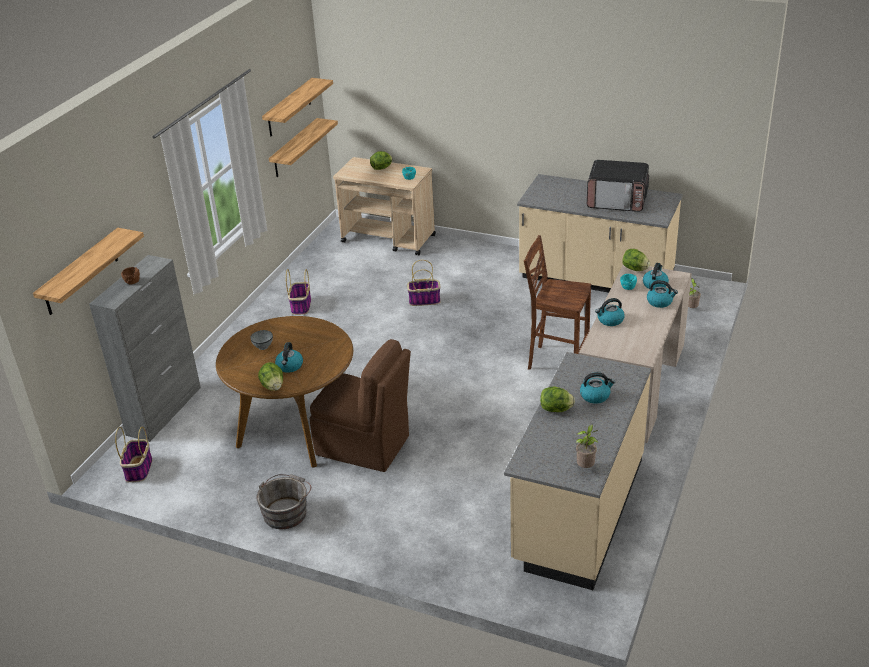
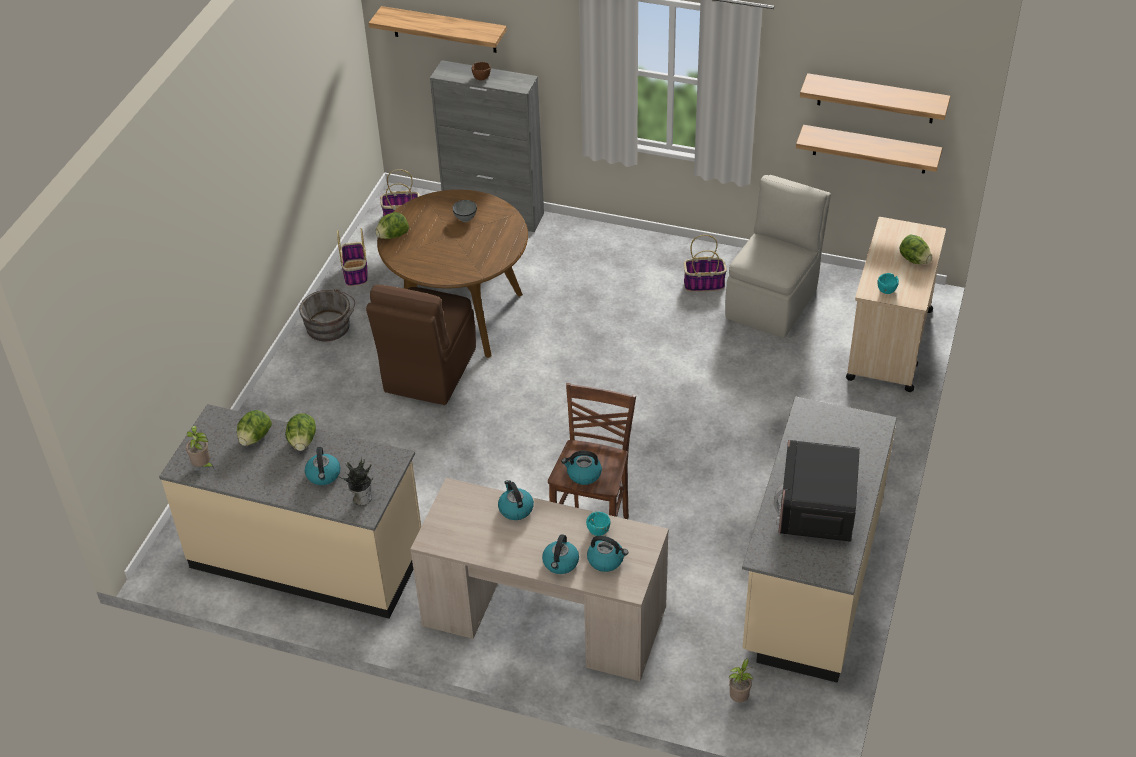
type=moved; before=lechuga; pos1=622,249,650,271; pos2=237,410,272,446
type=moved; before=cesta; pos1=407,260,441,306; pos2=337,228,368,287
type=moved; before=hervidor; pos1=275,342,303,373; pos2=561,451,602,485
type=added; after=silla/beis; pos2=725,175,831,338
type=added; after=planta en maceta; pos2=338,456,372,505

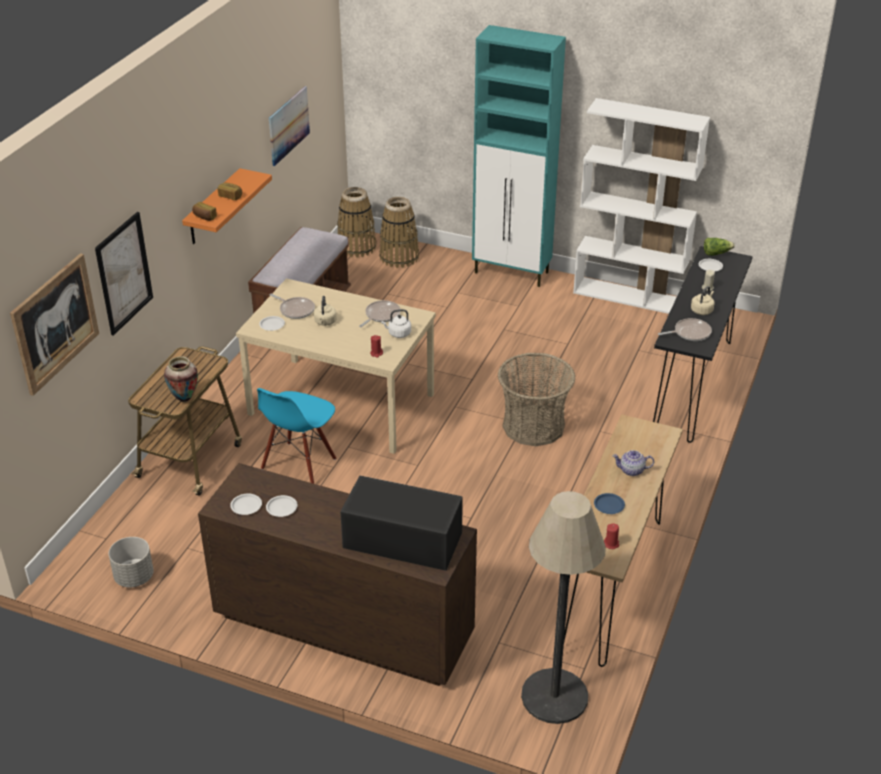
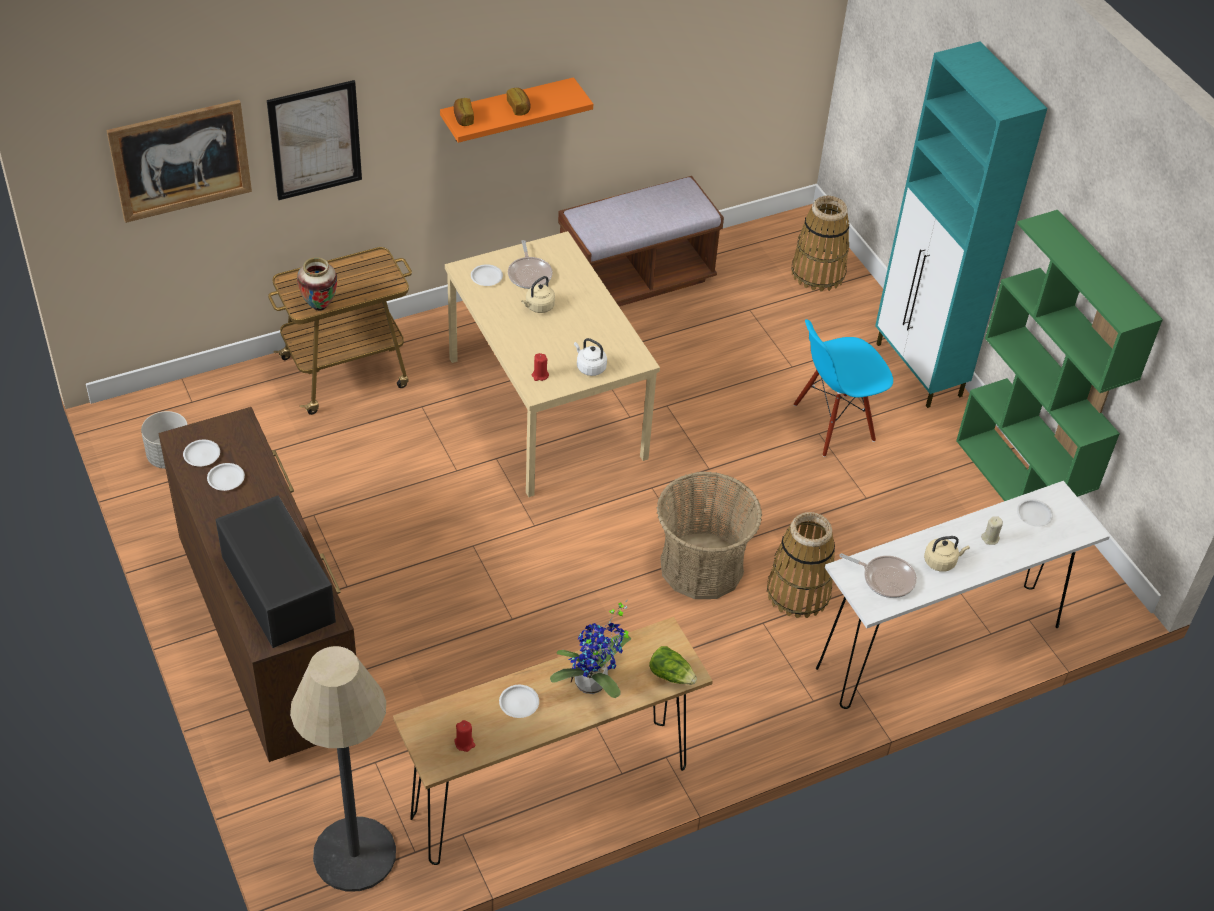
type=removed; before=cuadro; pos1=269,86,310,166
type=recoloured; before=estantería/blanco; after=estantería/verde; pos1=573,98,710,314; pos2=956,210,1163,501
type=moved; before=cesta; pos1=337,187,376,258; pos2=767,512,835,618
type=moved; before=lechuga; pos1=704,238,735,256; pos2=649,646,697,685
type=recoloured; before=mesa consola/negro; after=mesa consola/blanco; pos1=653,246,753,443; pos2=816,481,1110,709
type=removed; before=sartén; pos1=359,300,400,327
type=moved; before=silla/azul; pos1=257,388,336,484; pos2=794,319,893,457
type=replaced; before=tetera; after=planta en maceta; pos1=612,450,654,476; pos2=550,600,631,698
type=recoloured; before=plato/azul; after=plato/blanco; pos1=594,493,625,514; pos2=499,685,539,718

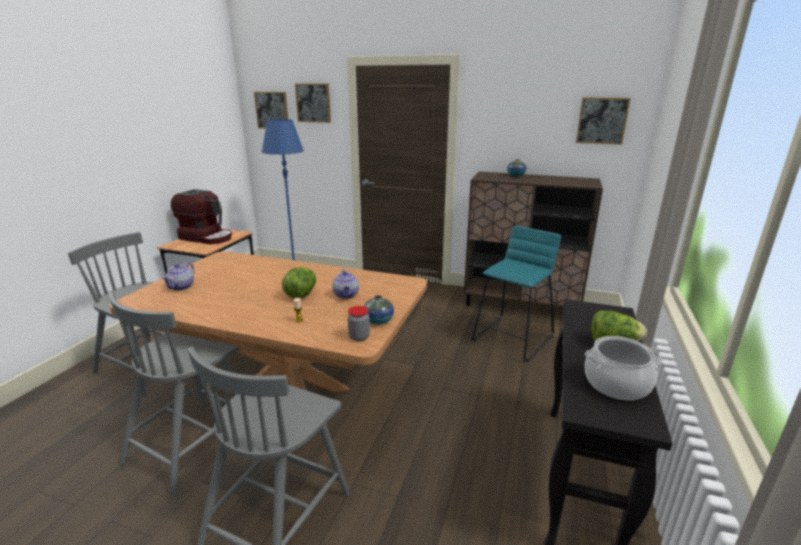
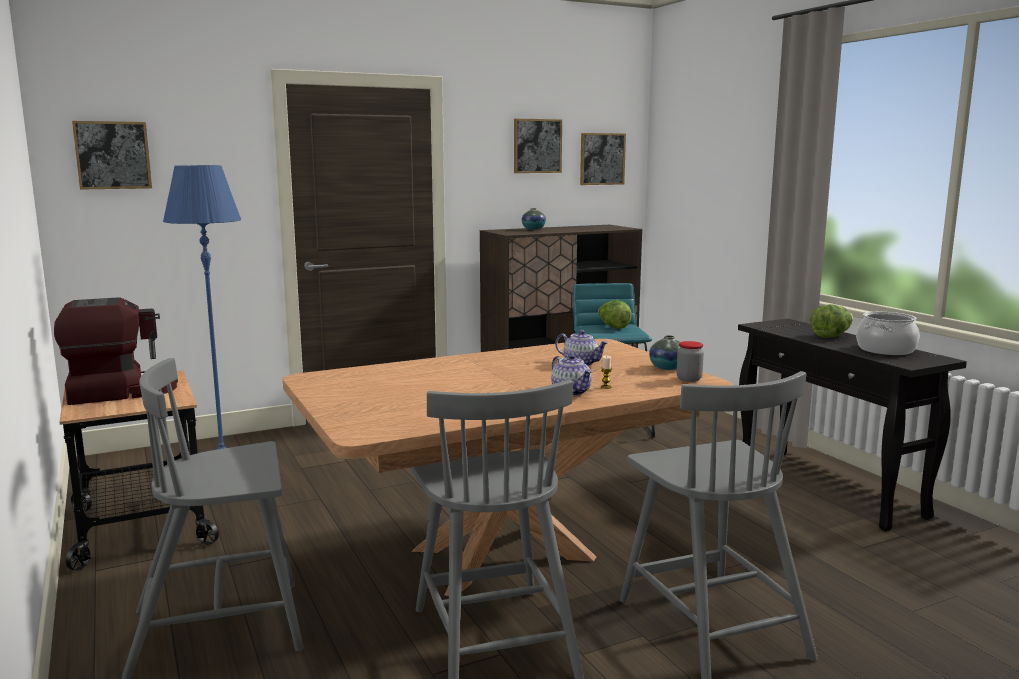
type=moved; before=cuadro; pos1=295,84,331,123; pos2=514,119,562,173
type=moved; before=tetera; pos1=162,262,195,290; pos2=551,354,592,396
type=moved; before=lechuga; pos1=282,267,316,299; pos2=598,300,632,329

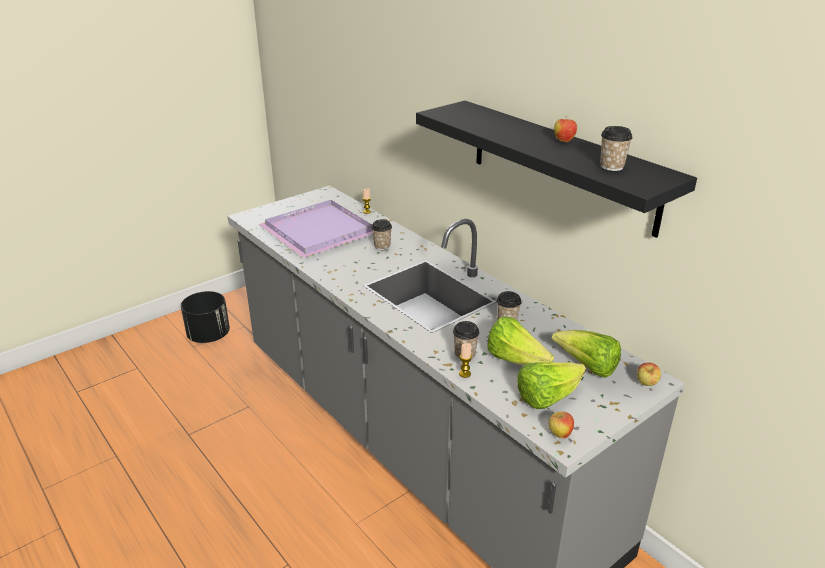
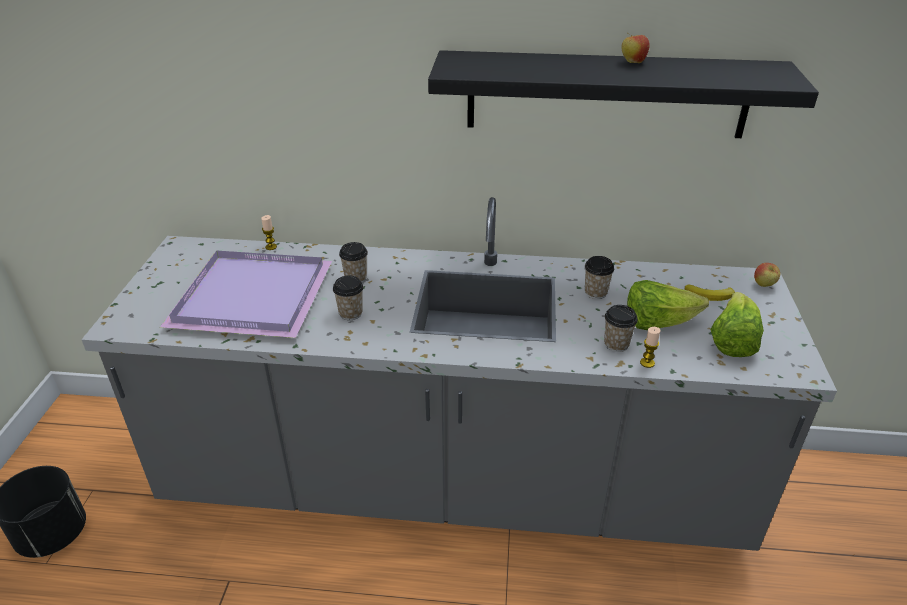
type=moved; before=taza; pos1=600,126,632,171; pos2=333,275,363,320
type=replaced; before=lechuga; after=plátano; pos1=552,330,621,378; pos2=684,284,735,301
type=removed; before=manzana; pos1=548,411,574,439

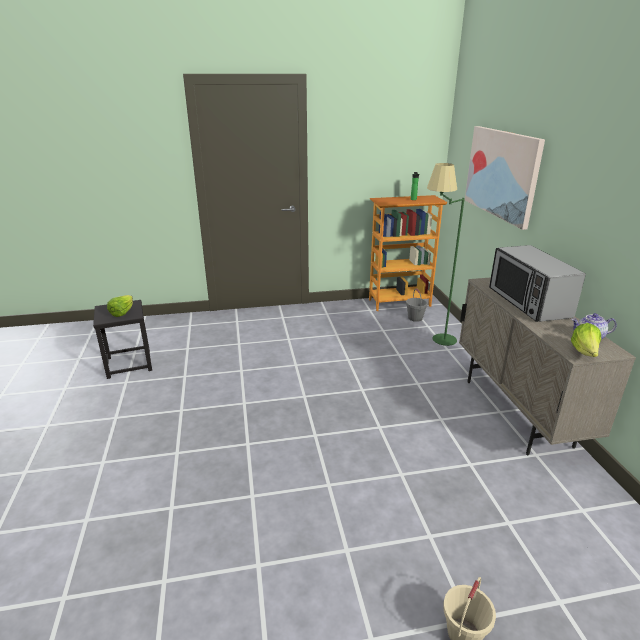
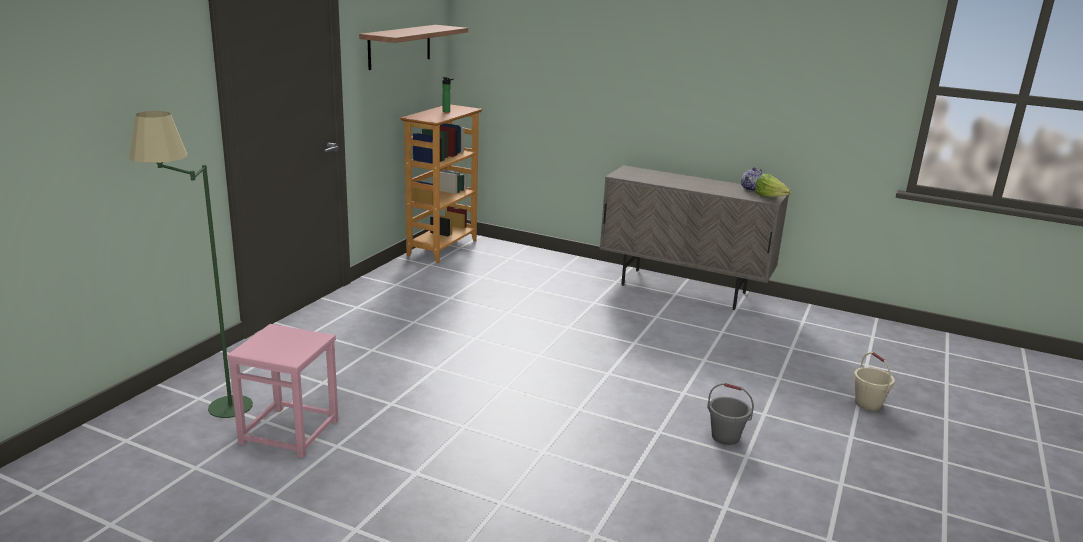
type=removed; before=cuadro; pos1=465,126,545,230
type=moved; before=lámpara de pie/verde; pos1=427,163,465,346; pos2=129,111,253,418
type=removed; before=microondas; pos1=489,245,586,322
type=moved; before=cubo/gris; pos1=406,289,428,322; pos2=707,383,754,445
type=removed; before=lechuga; pos1=107,295,133,317
type=recoloured; before=taburete/negro; after=taburete/rosa; pos1=93,300,152,379; pos2=227,324,339,458
type=added; after=estante; pos2=359,25,468,70

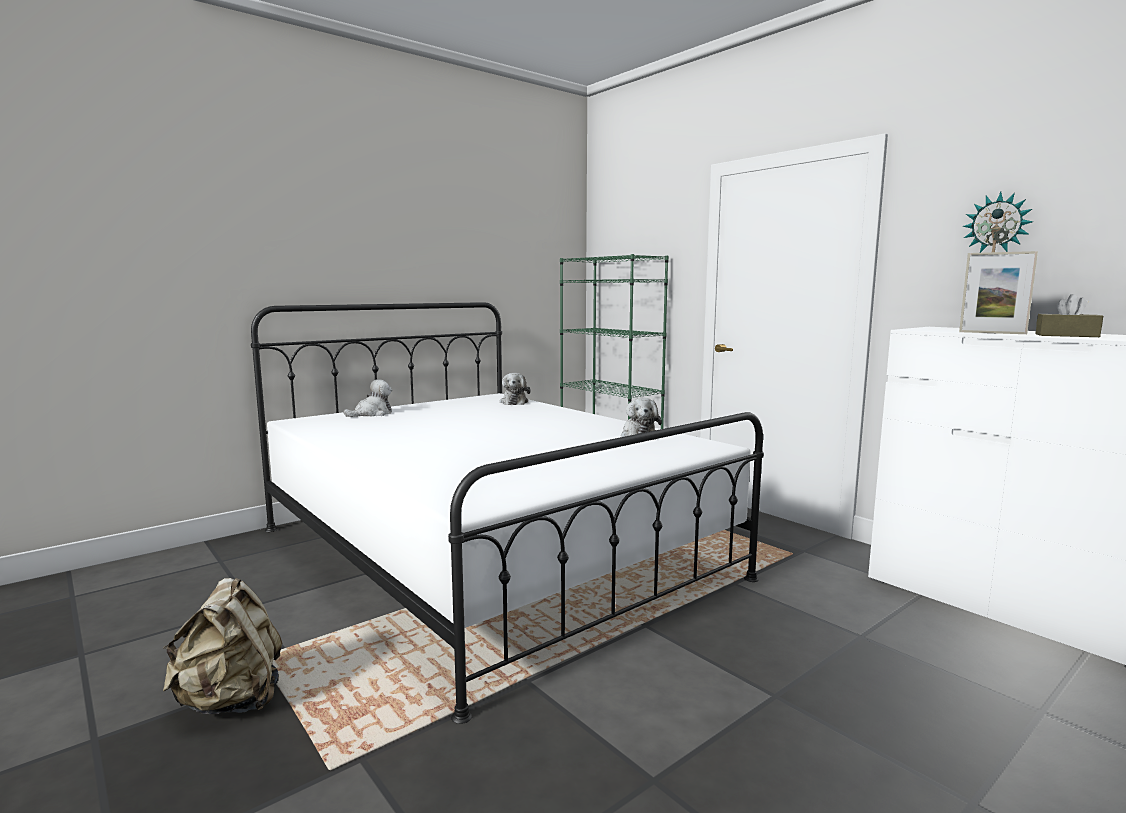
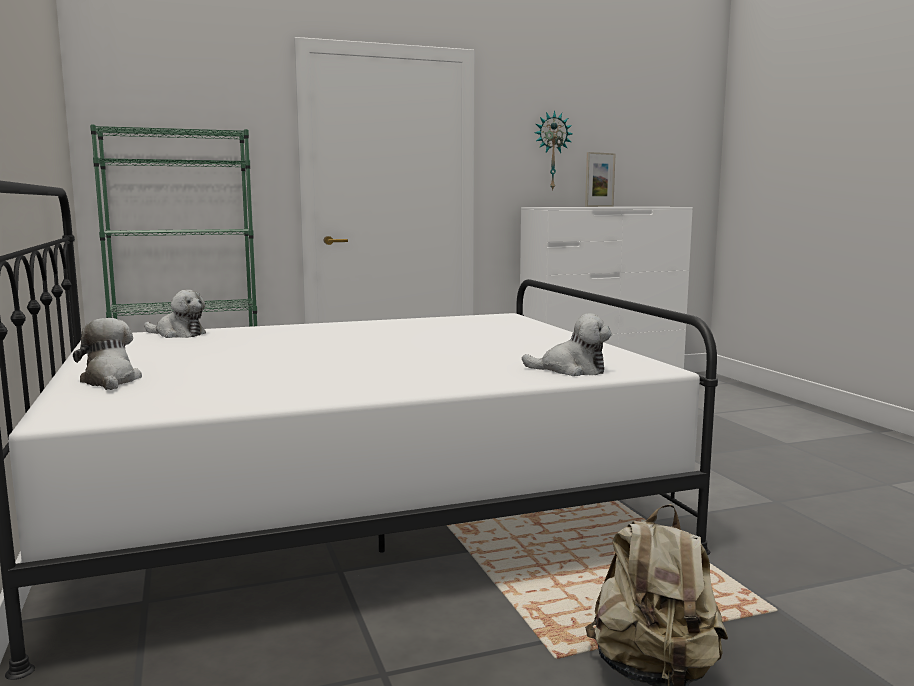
type=removed; before=caja de pañuelos/marrón; pos1=1035,294,1103,337
type=moved; before=peluche; pos1=621,398,662,440; pos2=522,313,612,376

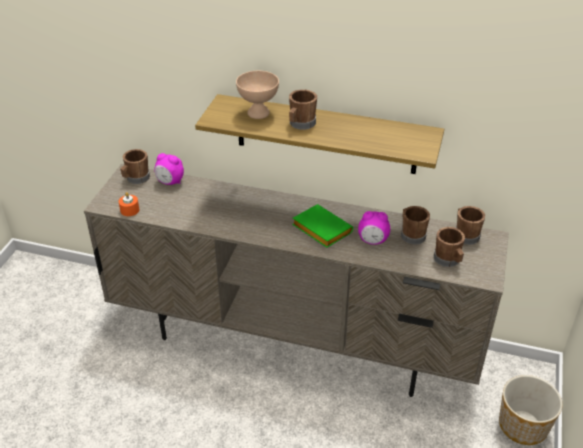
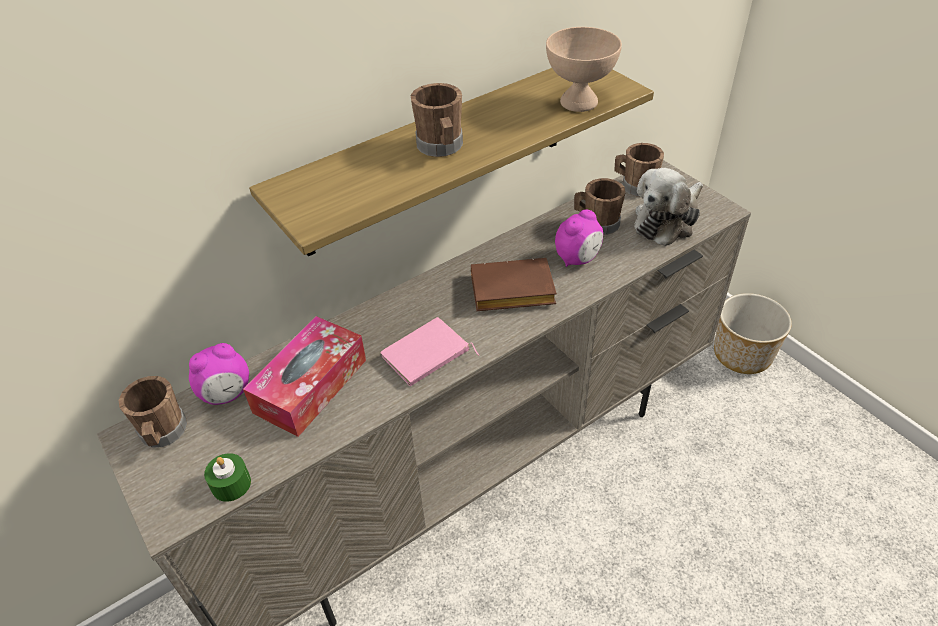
type=moved; before=cuenco/beis; pos1=236,71,279,119; pos2=546,27,622,112
type=recoloured; before=vela/naranja; after=vela/verde; pos1=119,192,139,216; pos2=204,453,251,502
type=recoloured; before=libro/verde; after=libro/marrón; pos1=292,204,353,248; pos2=471,258,557,311
type=replaced; before=taza grande/marrón; after=peluche; pos1=434,227,465,267; pos2=634,168,703,246
type=added; after=caja de pañuelos; pos2=243,316,366,437
type=added; after=libro/rosa; pos2=380,317,480,386

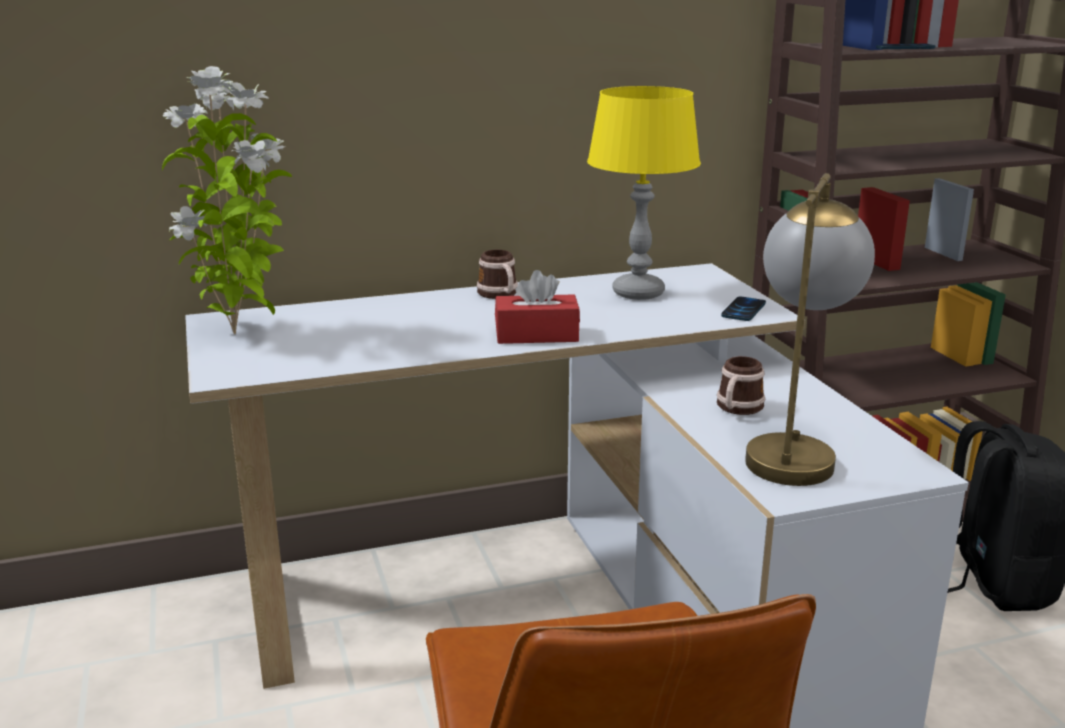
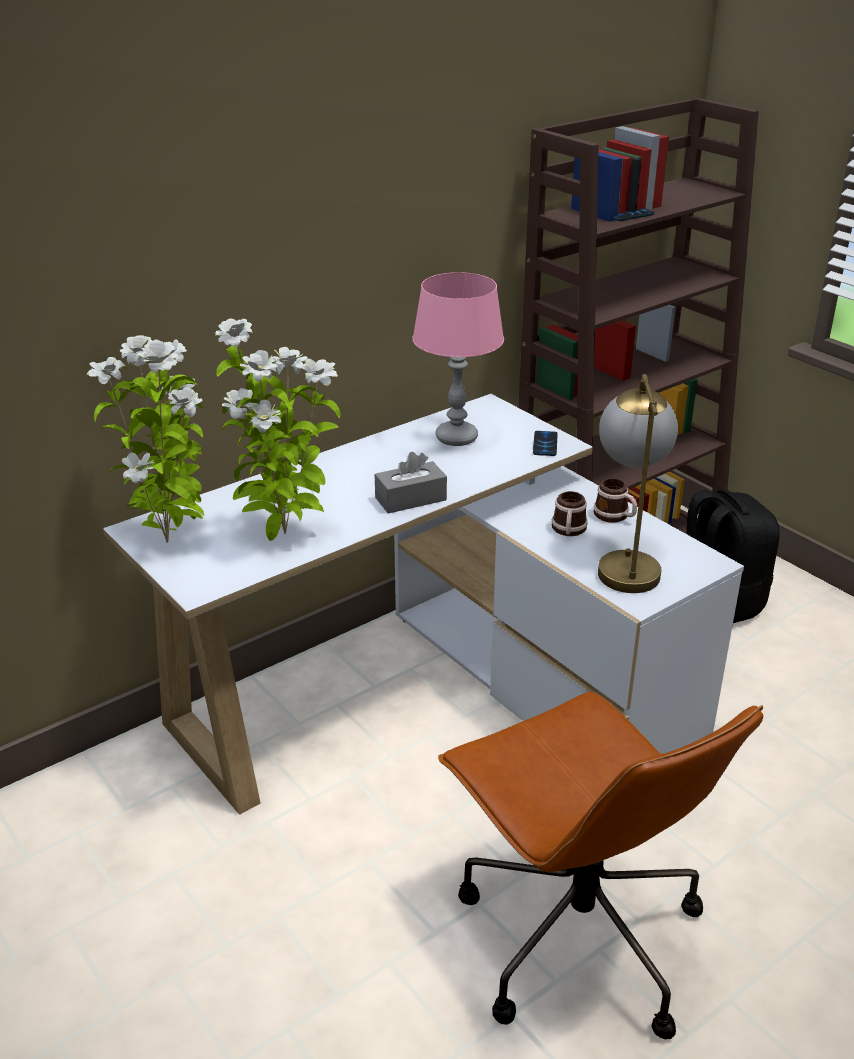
type=recoloured; before=lámpara de mesa/amarillo; after=lámpara de mesa/rosa; pos1=587,86,701,300; pos2=412,272,504,446
type=moved; before=taza grande; pos1=477,250,518,299; pos2=594,478,637,523
type=recoloured; before=caja de pañuelos/rojo; after=caja de pañuelos/gris; pos1=495,270,580,344; pos2=375,452,447,514
type=added; after=planta en maceta; pos2=215,319,341,541

